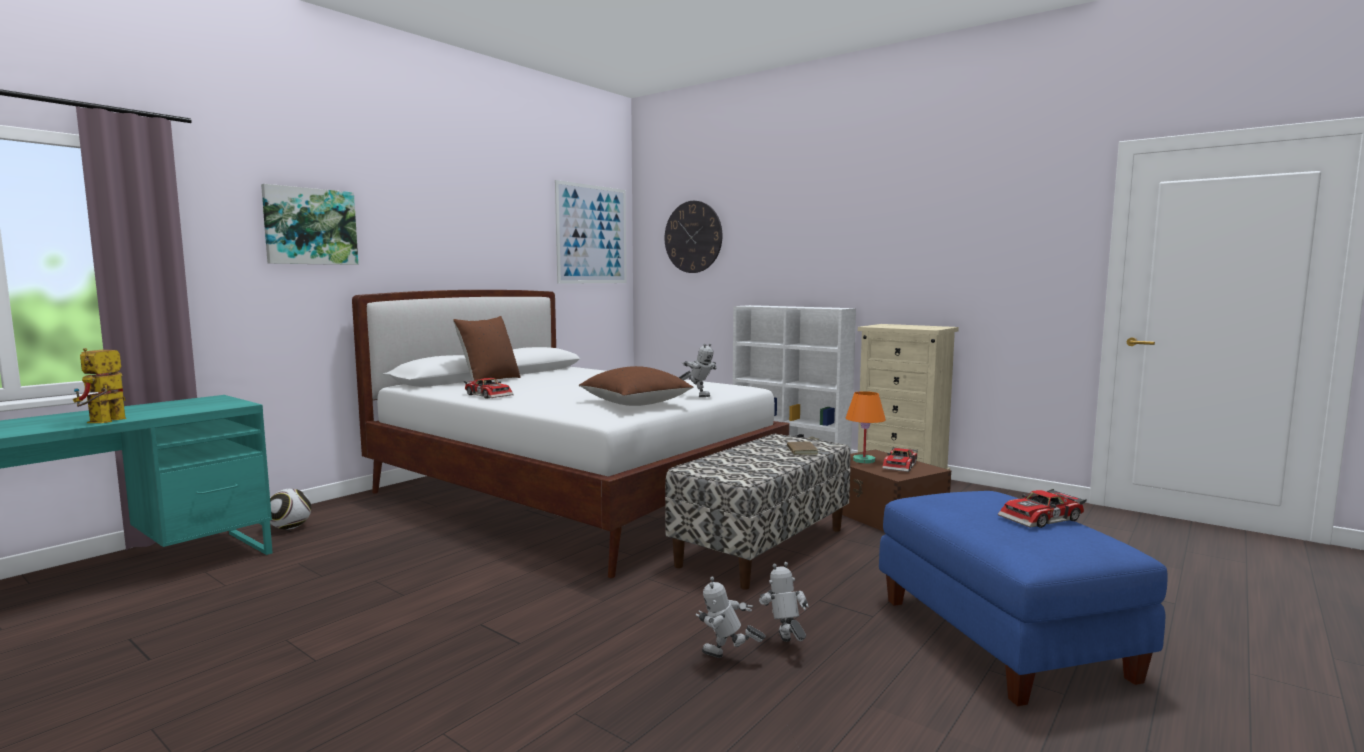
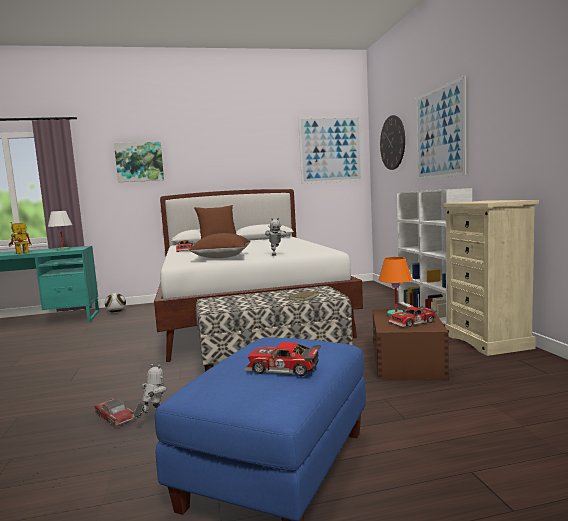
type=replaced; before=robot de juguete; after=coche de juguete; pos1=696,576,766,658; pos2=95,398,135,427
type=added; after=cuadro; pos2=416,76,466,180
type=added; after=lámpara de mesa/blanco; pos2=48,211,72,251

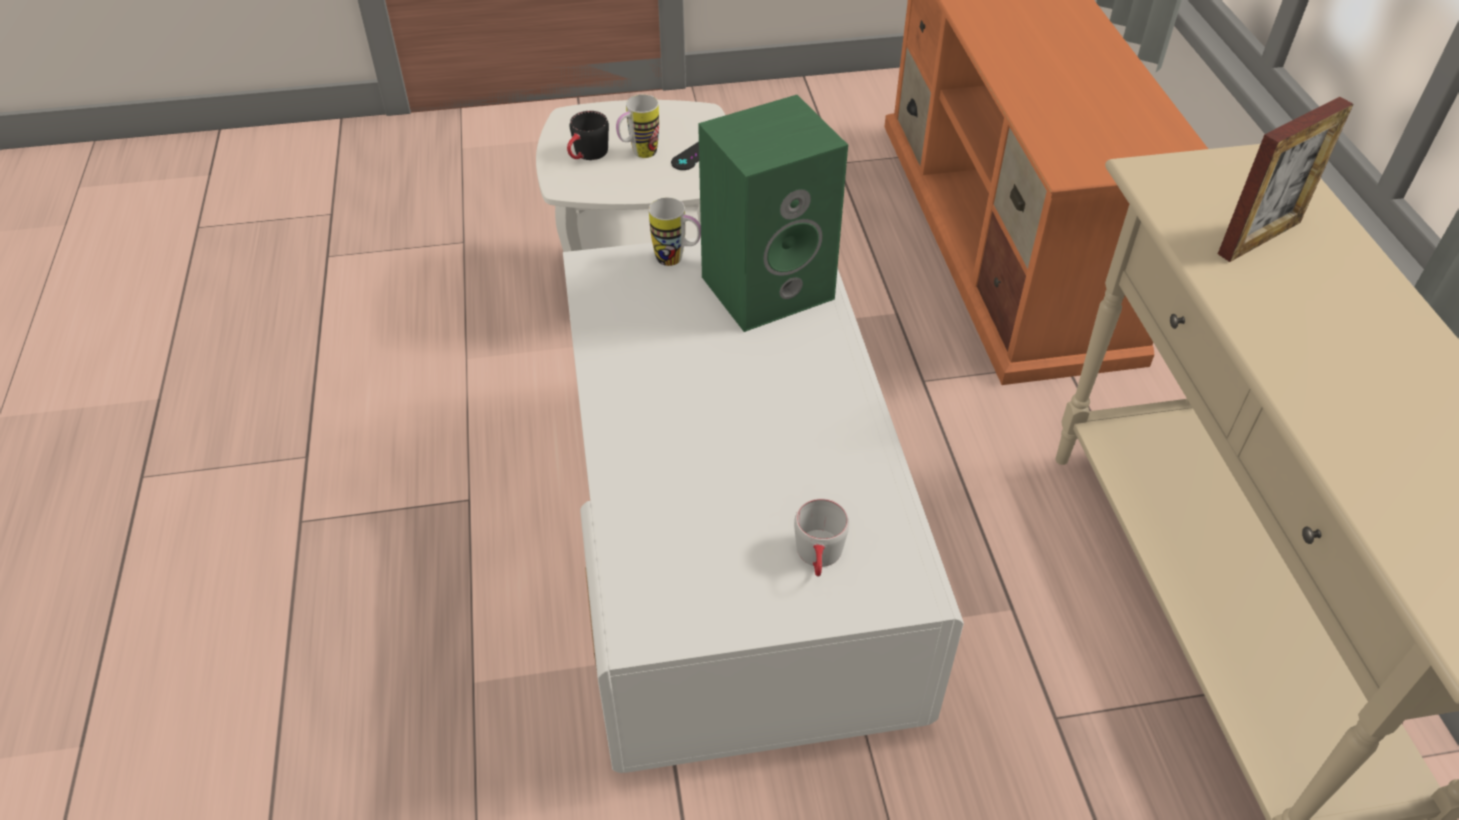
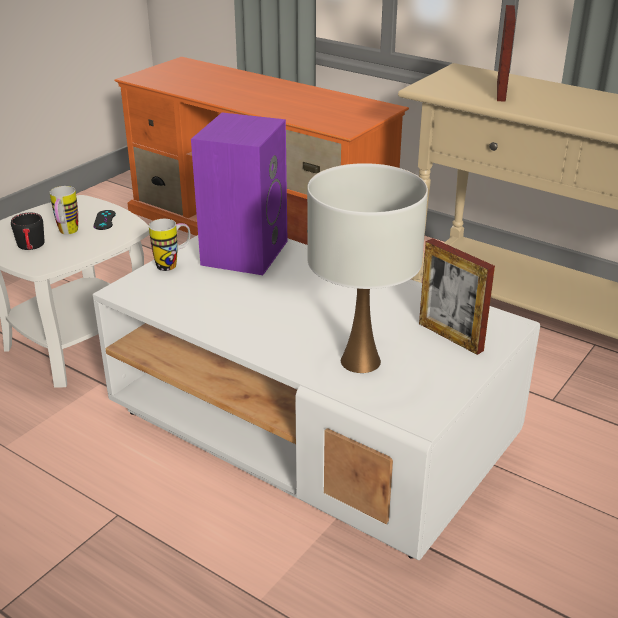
type=recoloured; before=altavoz/verde; after=altavoz/morado; pos1=698,95,848,332; pos2=191,112,288,275
type=replaced; before=taza grande/gris; after=portarretratos; pos1=794,498,849,576; pos2=419,238,495,355
type=added; after=lámpara de mesa/blanco; pos2=307,163,428,373

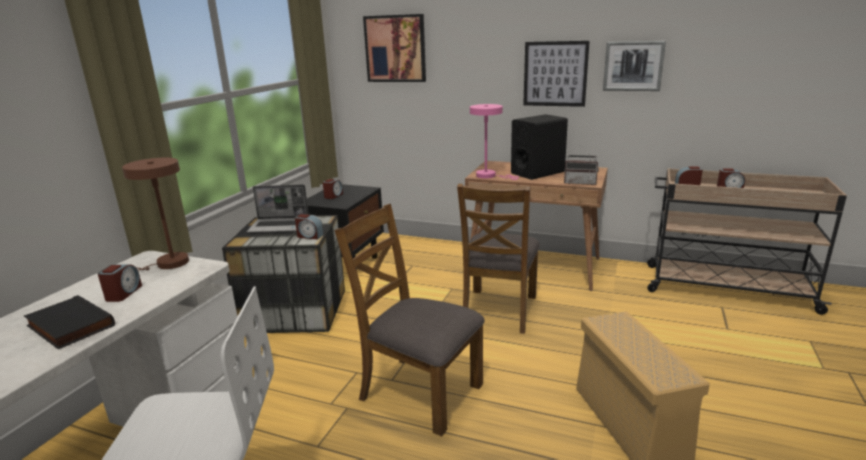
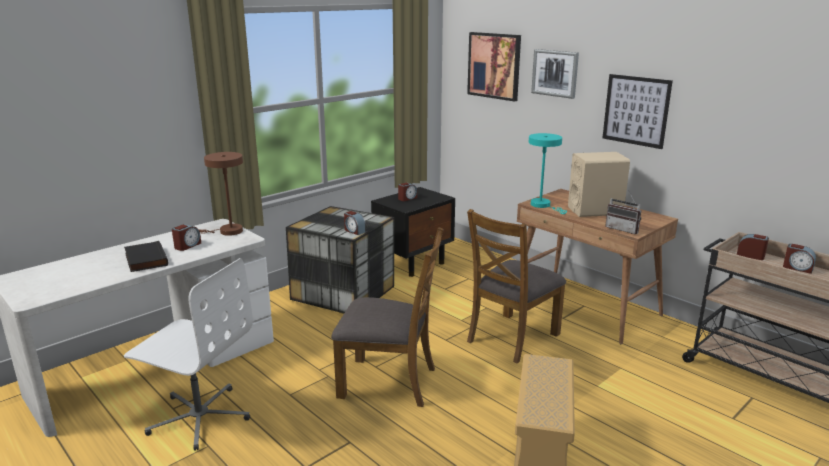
type=moved; before=cuadro; pos1=603,41,666,91; pos2=531,49,579,99
type=recoloured; before=lámpara de mesa/rosa; after=lámpara de mesa/turquesa; pos1=470,104,519,180; pos2=529,133,567,214
type=recoloured; before=altavoz/negro; after=altavoz/beis; pos1=511,114,568,180; pos2=568,152,630,217
type=removed; before=portátil; pos1=247,185,309,233
type=turned; before=silla/marrón; pos1=334,204,485,436; pos2=331,227,444,407; turn=135

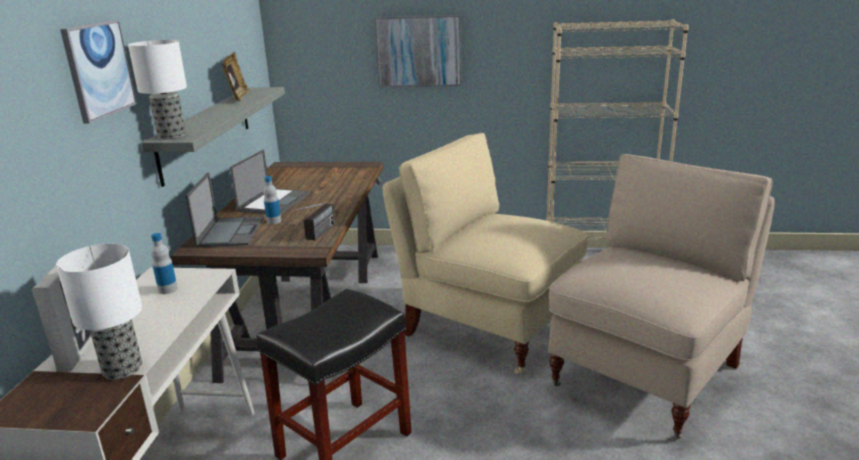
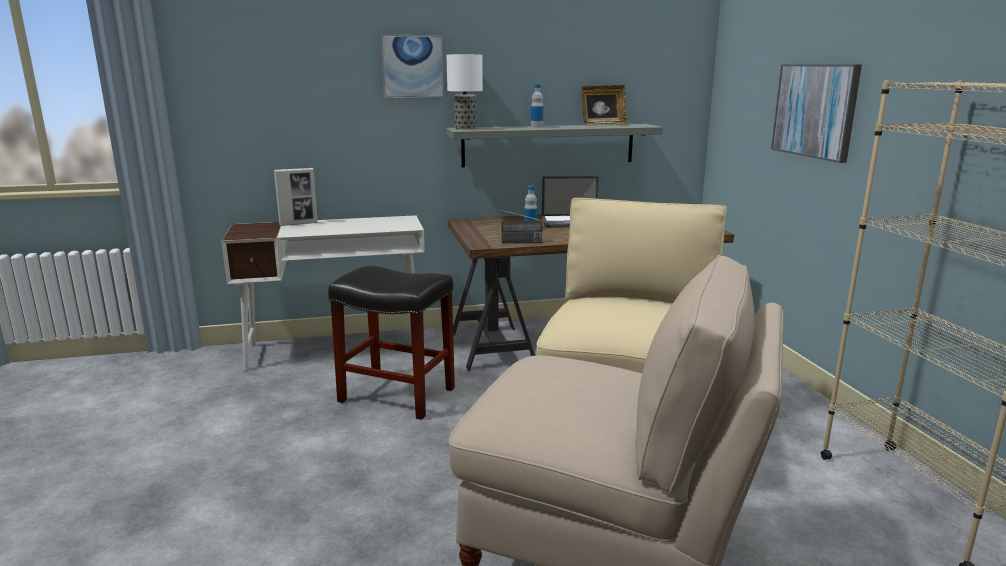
type=removed; before=portátil; pos1=185,173,264,247
type=moved; before=botella; pos1=151,233,178,294; pos2=531,84,544,128
type=removed; before=lámpara de mesa; pos1=56,244,142,380

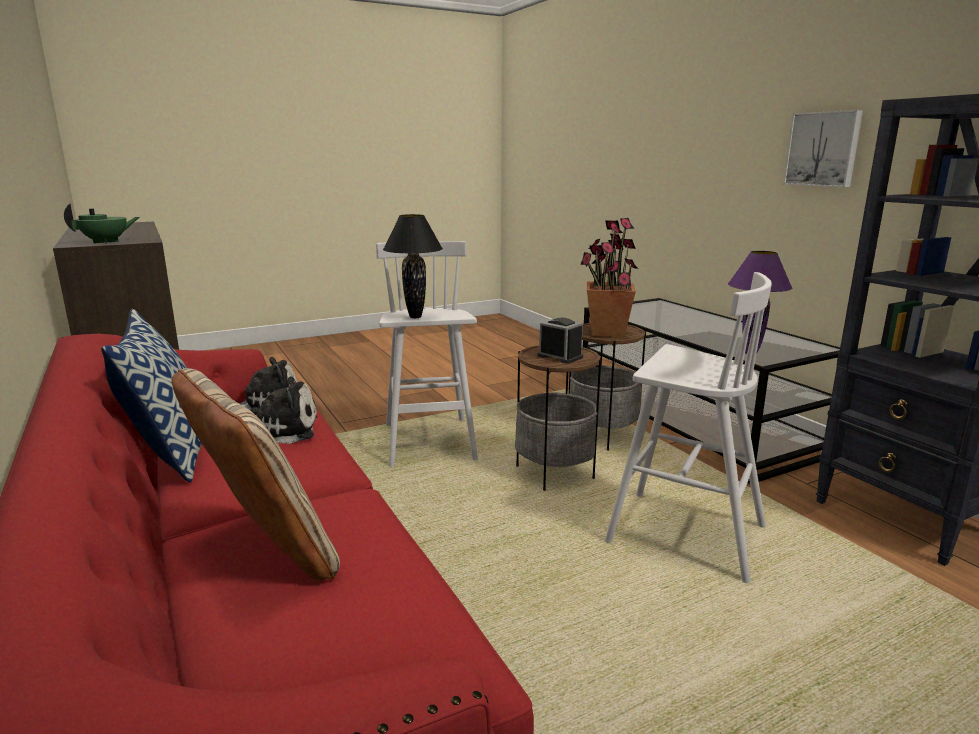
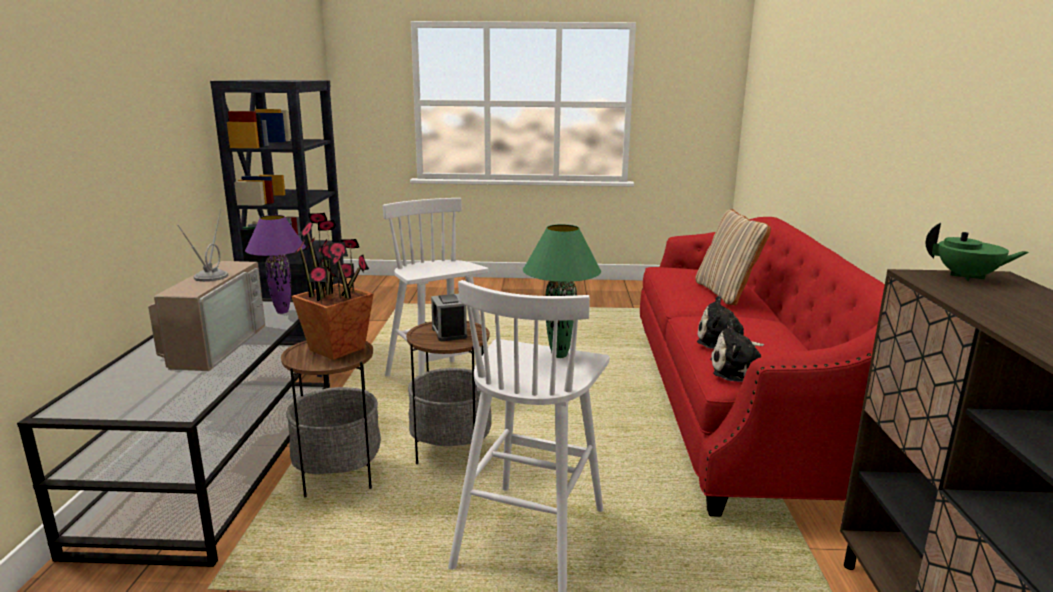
type=removed; before=cuadro; pos1=783,110,863,187
type=turned; before=tetera/verde; pos1=64,204,139,244; pos2=926,223,1029,281; turn=-150
type=recoloured; before=lámpara de mesa/negro; after=lámpara de mesa/verde; pos1=383,214,443,318; pos2=523,224,601,358
type=removed; before=cojín; pos1=101,309,202,483
type=added; after=televisor; pos2=148,208,265,371

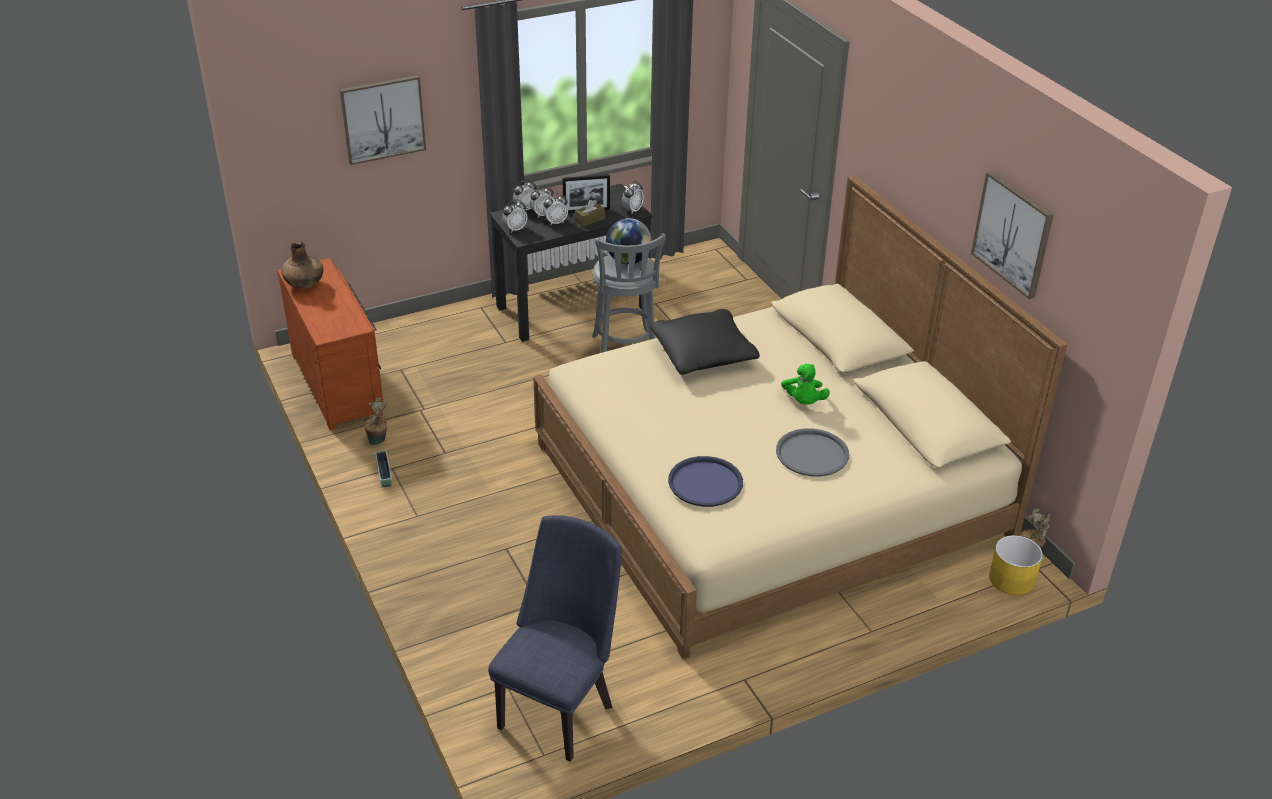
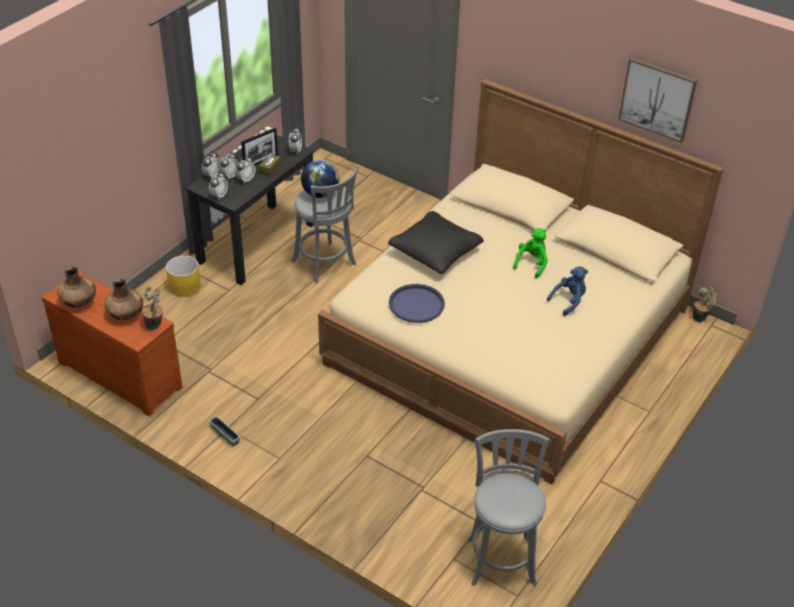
type=removed; before=cuadro; pos1=340,75,426,165
type=turned; before=peluche/verde; pos1=781,364,830,405; pos2=513,228,548,278; turn=-120
type=moved; before=planta en maceta; pos1=364,398,387,445; pos2=142,287,163,330
type=replaced; before=bandeja/gris; after=peluche/azul; pos1=776,429,849,477; pos2=547,266,588,316
type=moved; before=bandeja/azul; pos1=668,456,743,507; pos2=389,284,445,323
type=replaced; before=silla/azul; after=taburete/gris; pos1=488,515,622,762; pos2=467,429,550,586
type=moved; before=maceta/amarillo; pos1=989,535,1043,595; pos2=166,256,201,297
type=added; after=florero/marrón; pos2=105,278,143,321

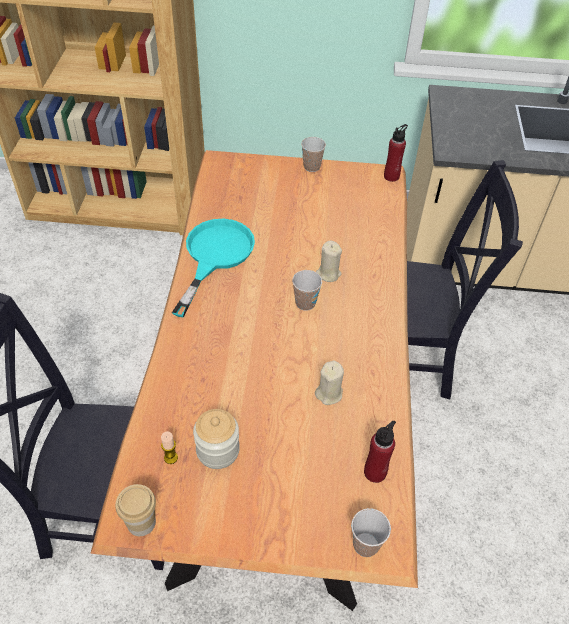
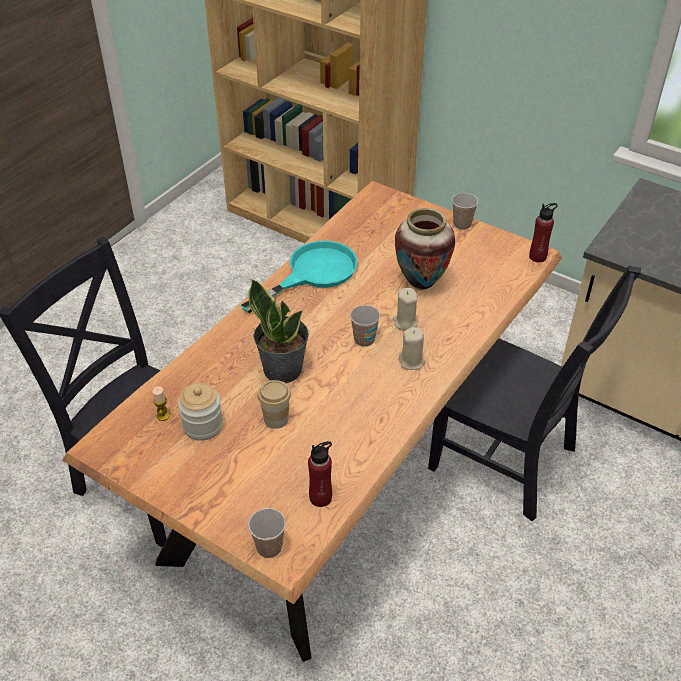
type=moved; before=vela/beis; pos1=315,361,344,405; pos2=398,327,426,370
type=moved; before=taza; pos1=116,484,156,536; pos2=258,380,291,429
type=added; after=florero; pos2=395,208,455,290
type=added; after=planta en maceta; pos2=248,279,309,383

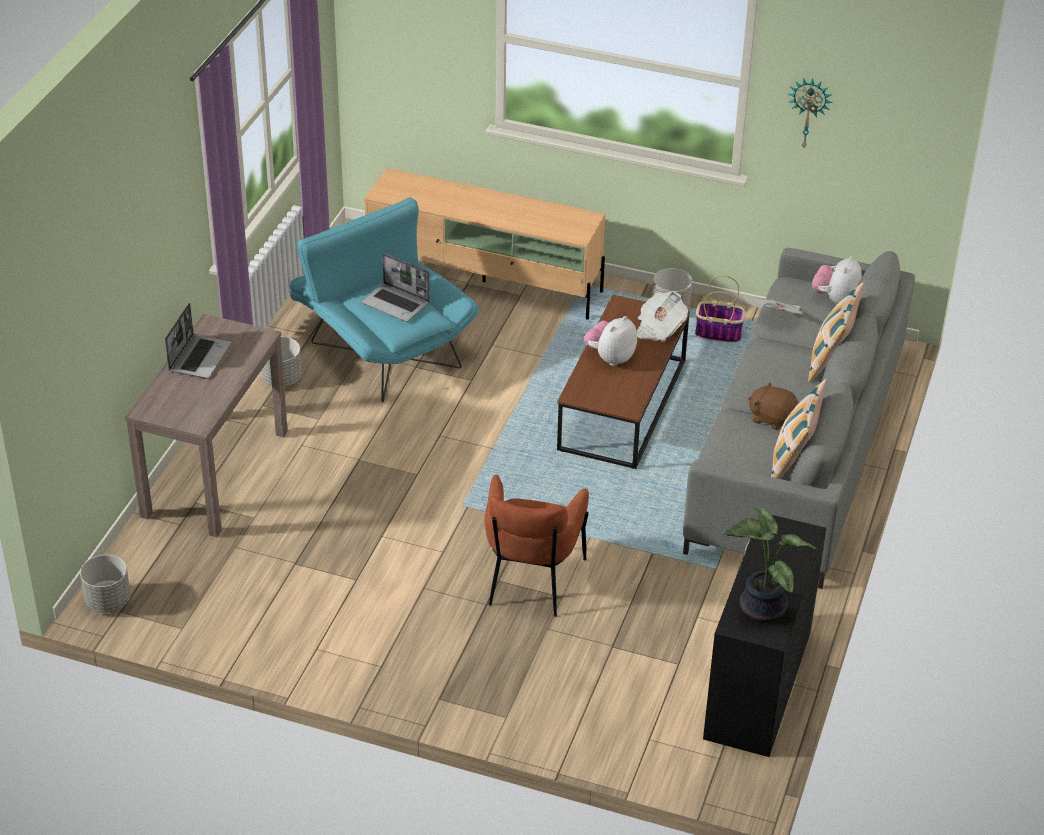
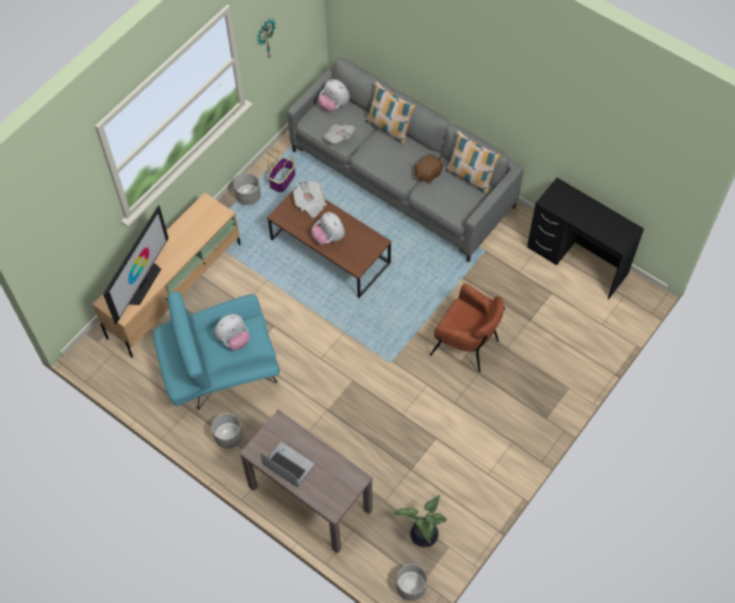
type=replaced; before=portátil; after=peluche; pos1=362,253,430,322; pos2=214,314,250,350
type=moved; before=planta en maceta; pos1=724,507,817,622; pos2=394,495,447,547
type=added; after=televisor; pos2=103,205,168,324

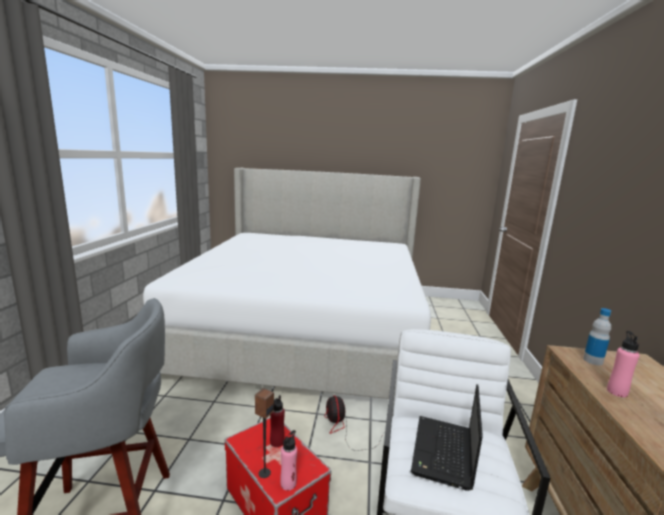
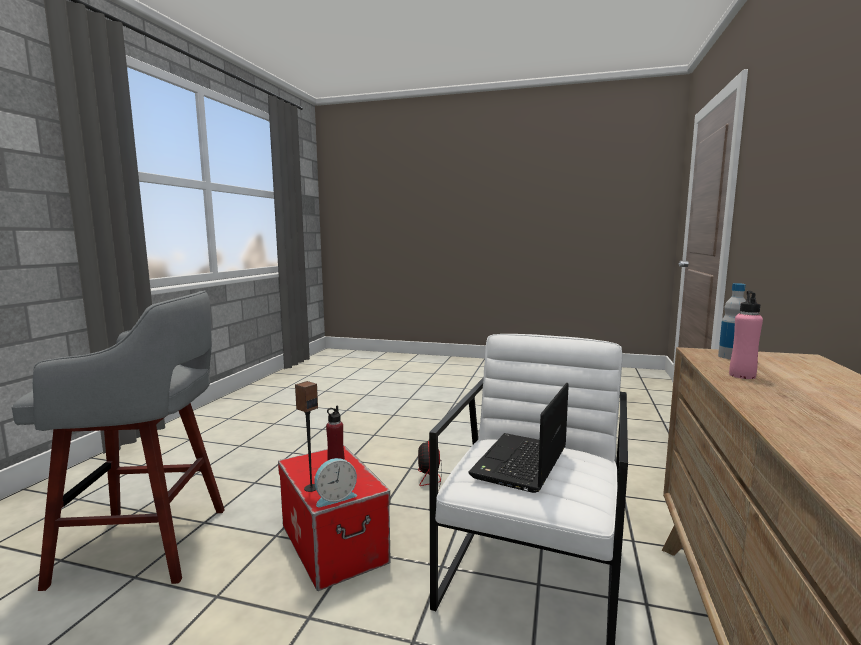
type=removed; before=cama; pos1=143,168,431,399
type=replaced; before=botella/rosa; after=despertador; pos1=280,430,297,491; pos2=314,458,357,507

